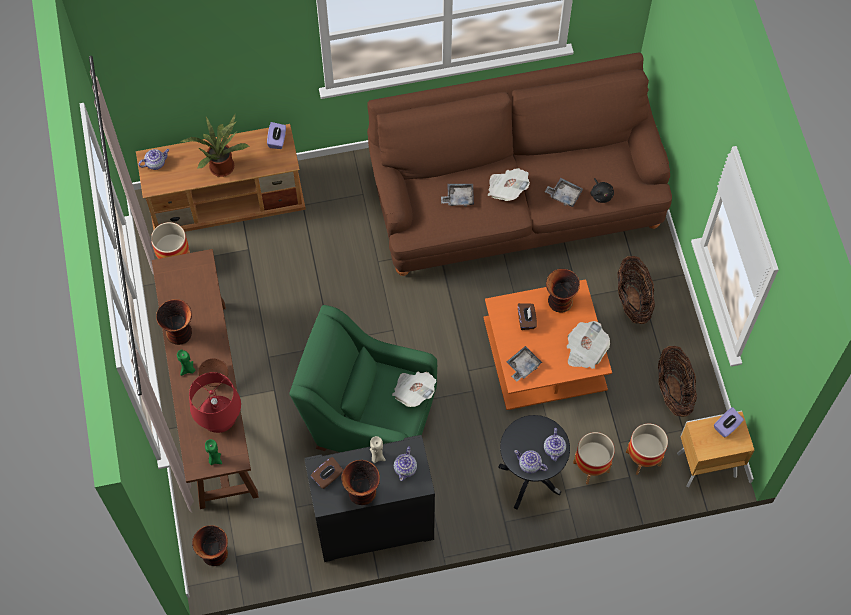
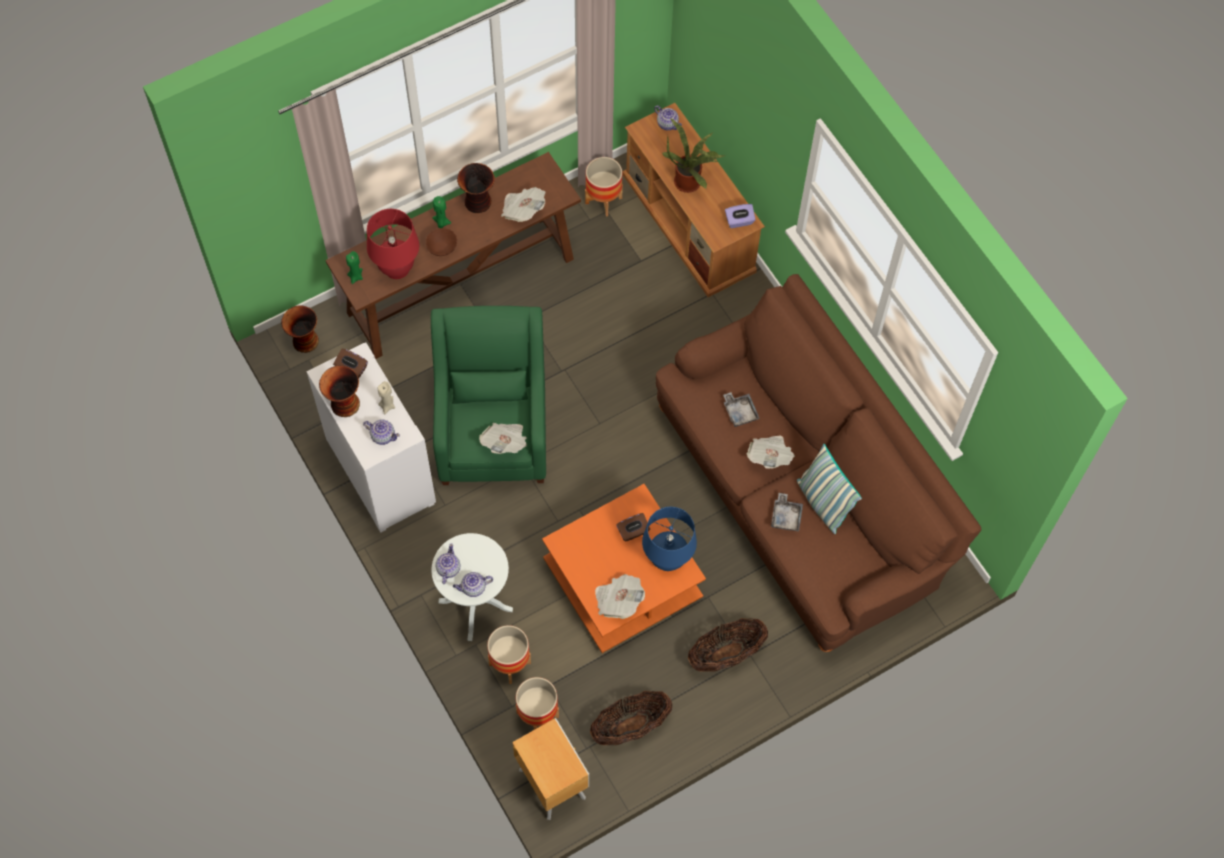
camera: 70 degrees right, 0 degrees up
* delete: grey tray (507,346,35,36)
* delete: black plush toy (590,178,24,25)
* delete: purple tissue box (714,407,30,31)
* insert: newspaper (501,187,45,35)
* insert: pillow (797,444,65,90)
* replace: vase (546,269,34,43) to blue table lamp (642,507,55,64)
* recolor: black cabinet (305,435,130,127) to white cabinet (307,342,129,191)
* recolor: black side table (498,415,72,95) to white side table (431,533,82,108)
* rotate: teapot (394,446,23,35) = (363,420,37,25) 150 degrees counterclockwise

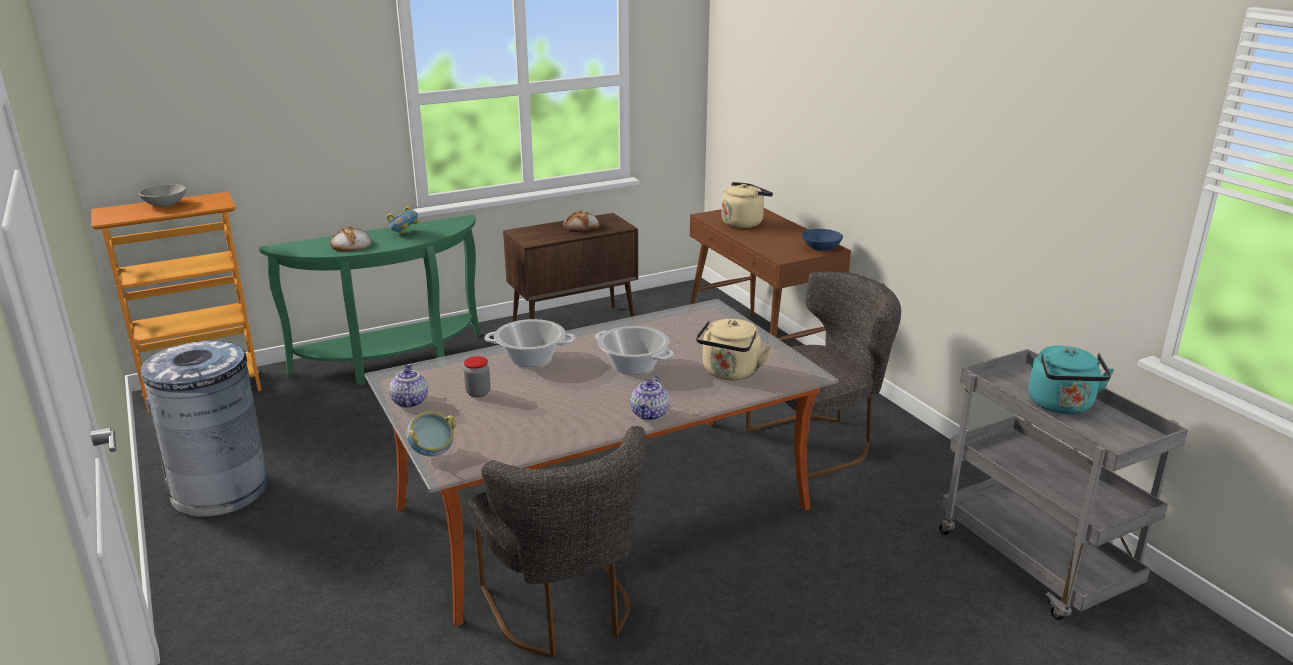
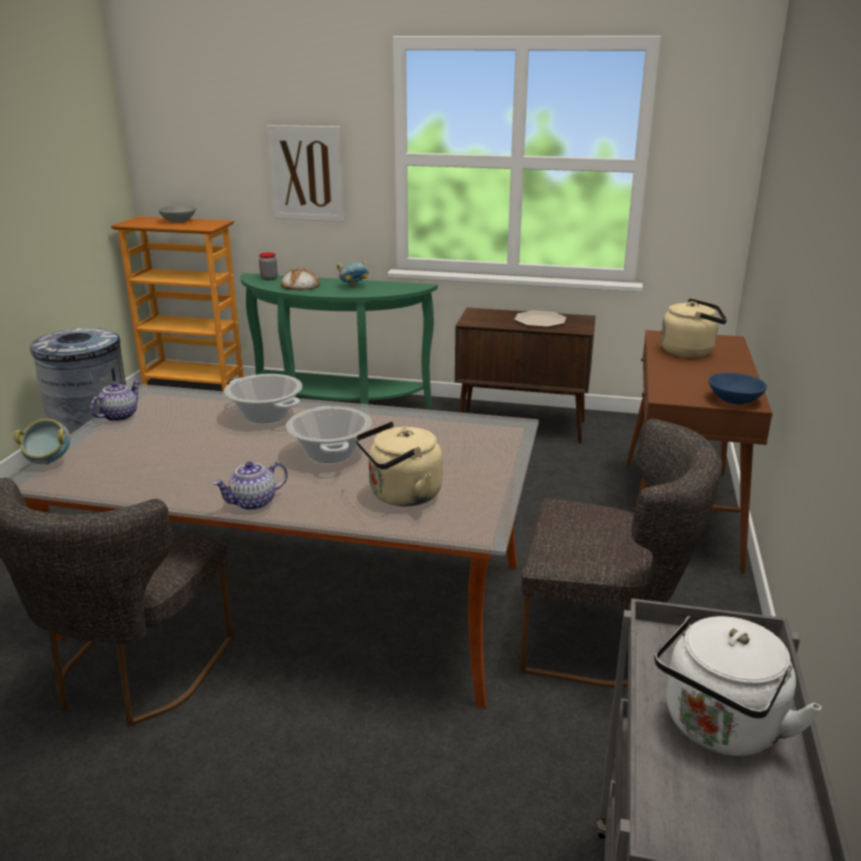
camera: 40 degrees right, 0 degrees up
* insert: picture (267,125,78,97)
* move: jar (464,356,27,42) to (259,252,19,28)
* replace: bread (563,210,36,22) to plate (514,311,52,16)
* recolor: turquoise kettle (1029,346,85,68) to white kettle (654,616,168,140)

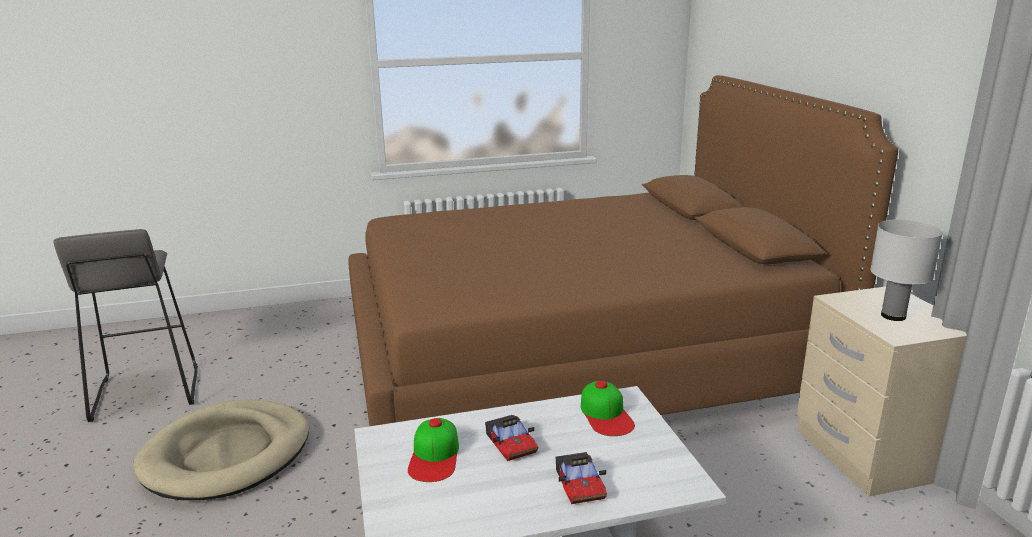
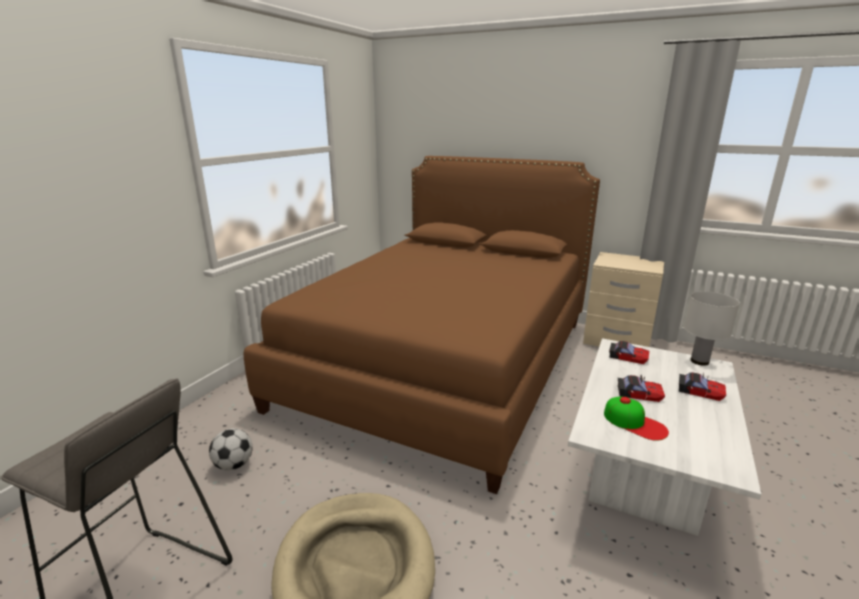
camera: 50 degrees left, 0 degrees up
* insert: football (209,428,44,43)
* move: white table lamp (870,219,73,102) to (684,291,56,75)
* replace: cap (581,381,54,55) to toy car (609,340,40,24)

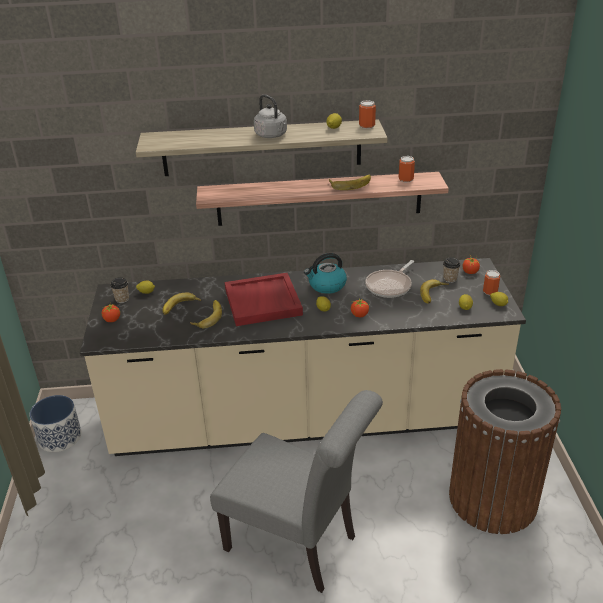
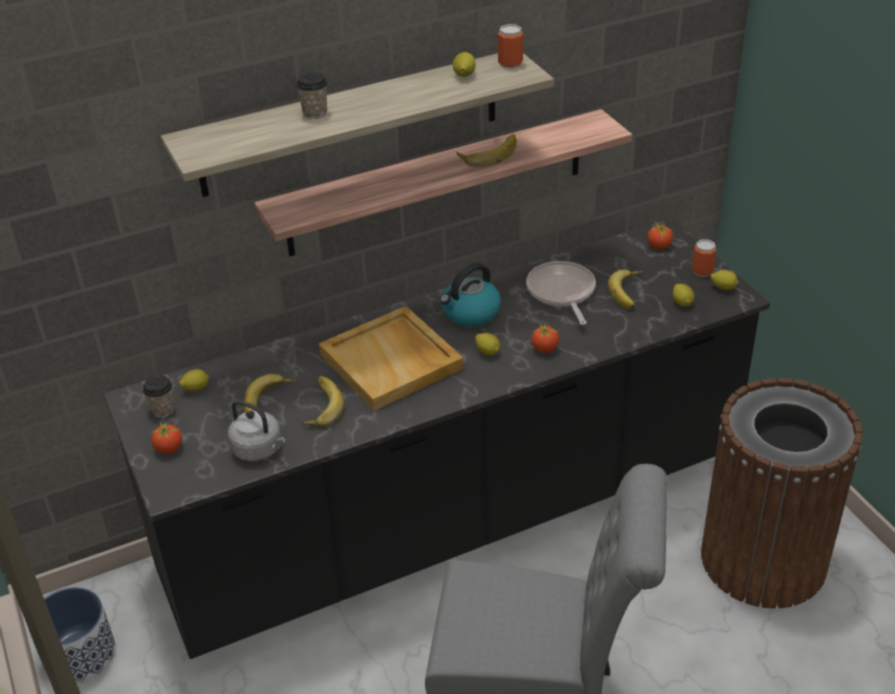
camera: 20 degrees left, 5 degrees up
* delete: can (399,156,16,26)
* move: grey kettle (254,94,33,44) to (228,400,58,61)
* move: cup (443,257,17,26) to (296,72,31,47)
* recolor: beige counter (80,258,446,198) to black counter (103,218,667,441)
* recolor: red tray (225,273,78,53) to beige tray (319,306,144,105)
* rotate: frying pan (365,260,49,38) = (526,261,70,64) 150 degrees clockwise

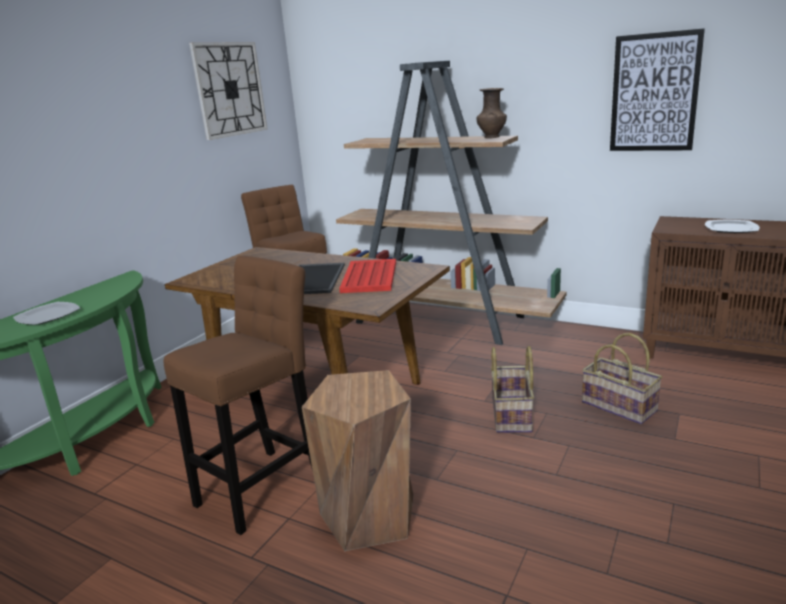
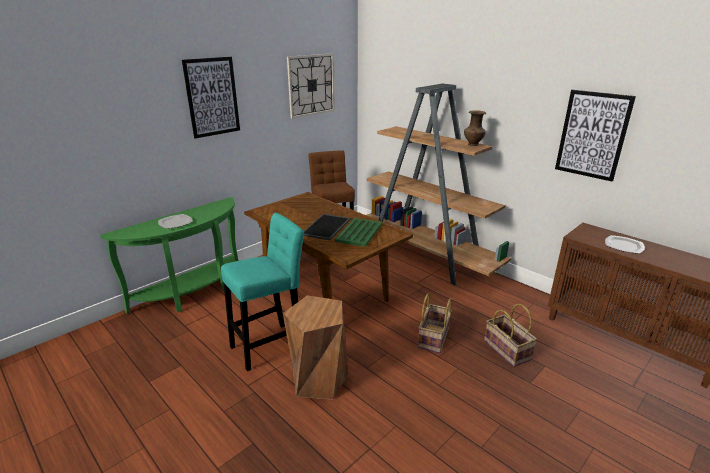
camera: 15 degrees right, 5 degrees up
* insert: picture (182,57,58,82)
* recolor: brown stool (163,256,150,279) to turquoise stool (221,213,83,158)
* recolor: red tray (339,259,57,34) to green tray (335,218,47,29)

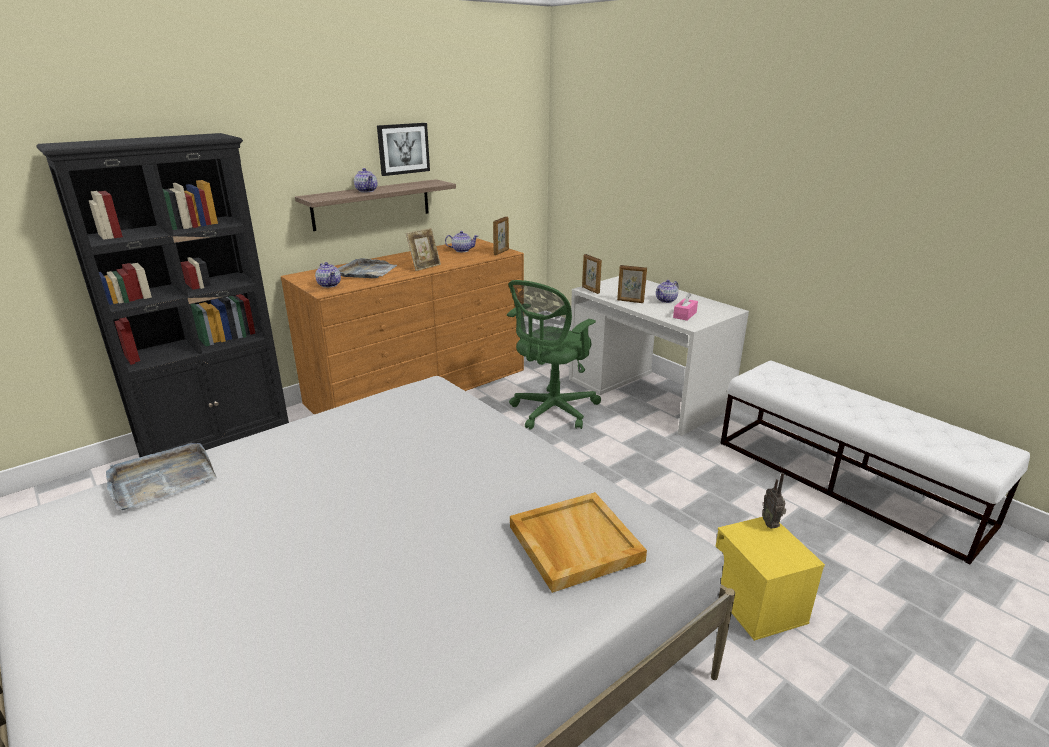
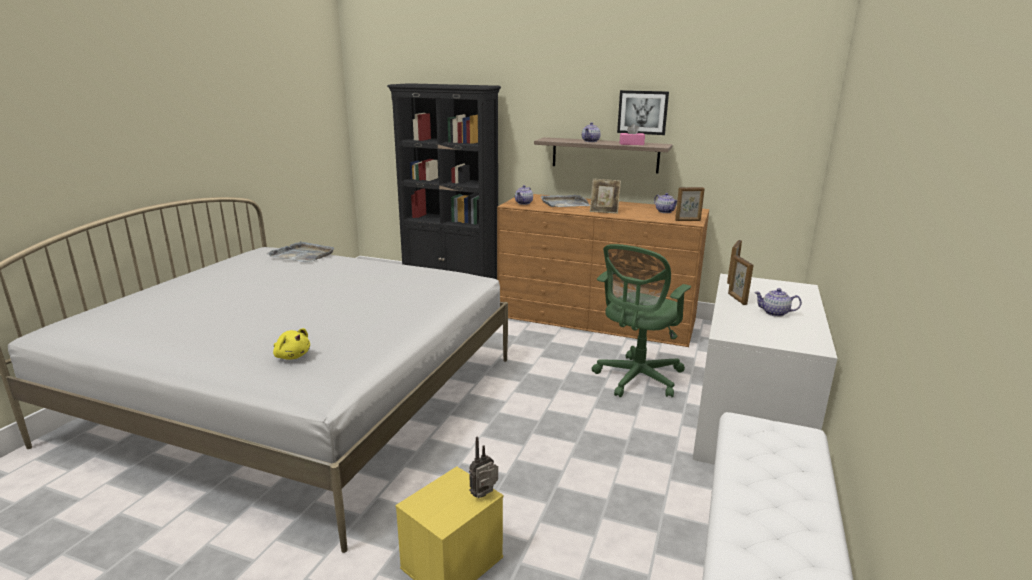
camera: 60 degrees right, 5 degrees down
* move: pink tissue box (673,293,25,28) to (620,124,25,21)
* replace: beige tray (510,492,137,101) to yellow plush toy (273,328,37,32)
* rotate: green office chair (507,280,94,150) = (592,244,99,154) 60 degrees counterclockwise

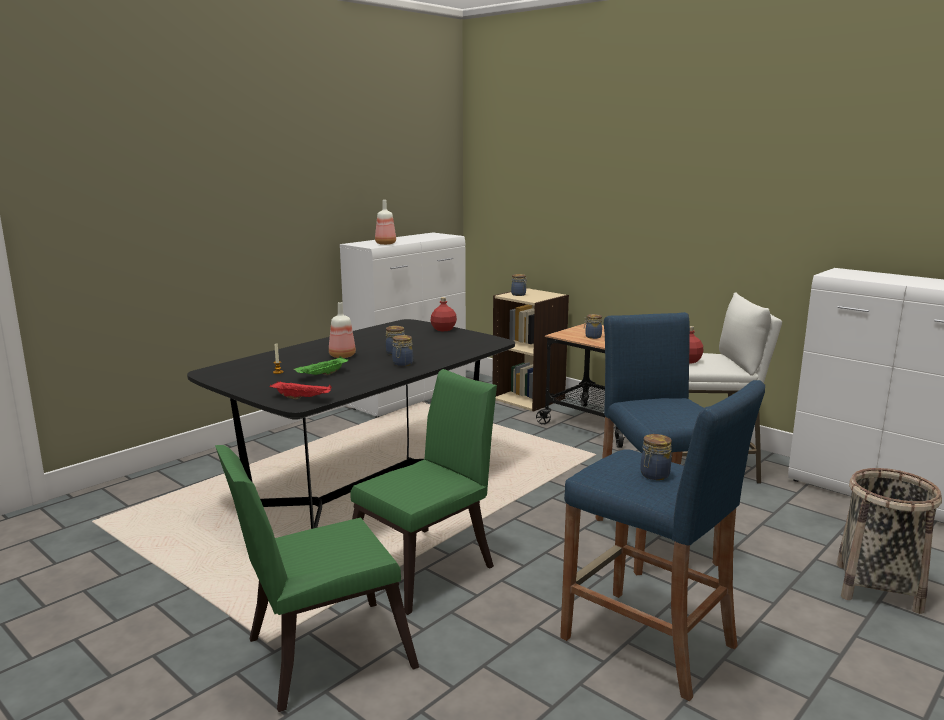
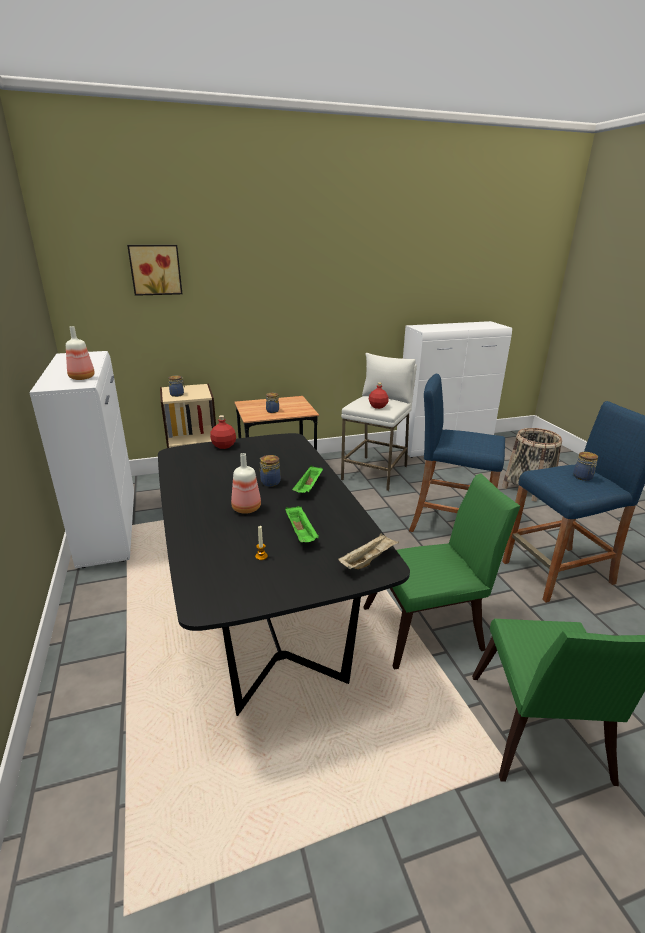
camera: 60 degrees left, 10 degrees up
* insert: picture (127,245,55,51)
* replace: jar (392,335,21,31) to green tray (292,465,31,28)
* recolor: red tray (270,381,62,19) to beige tray (338,533,61,36)
* rotate: green chair (351,369,146,246) = (363,473,157,197) 90 degrees clockwise

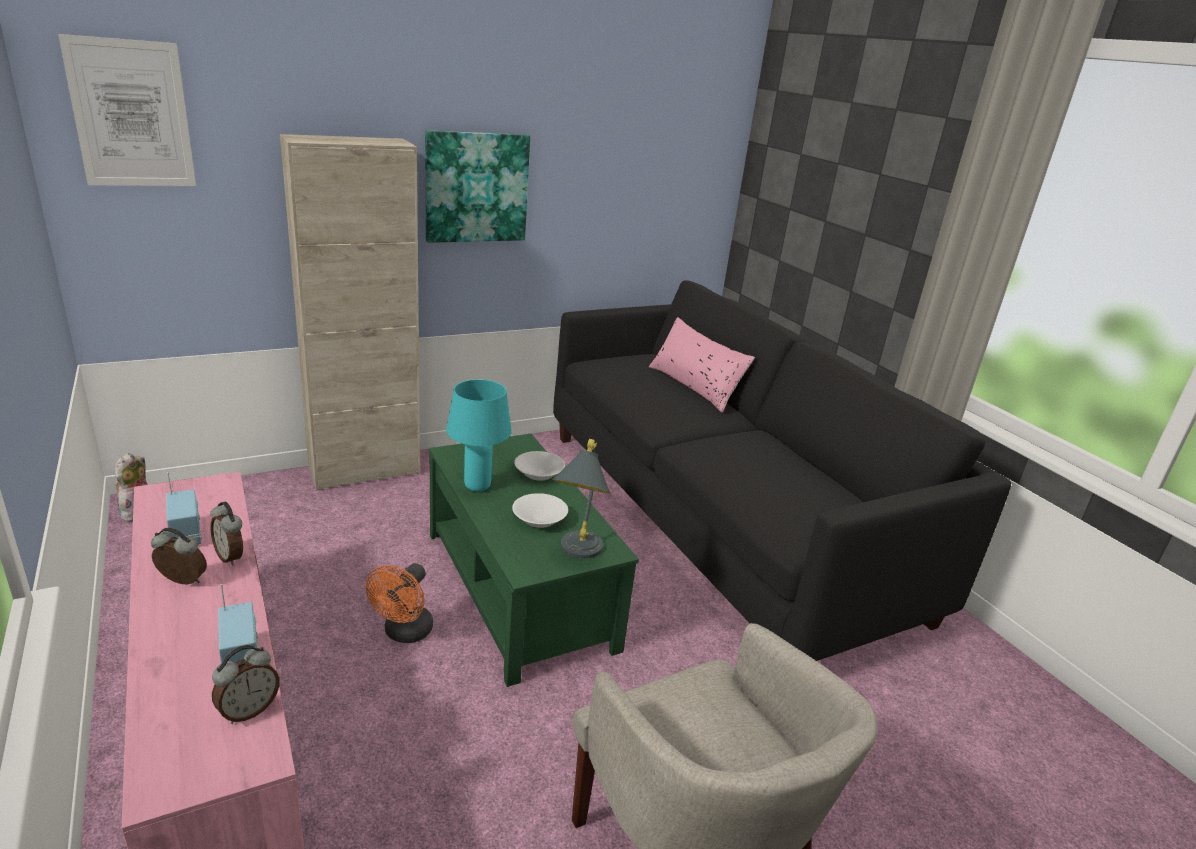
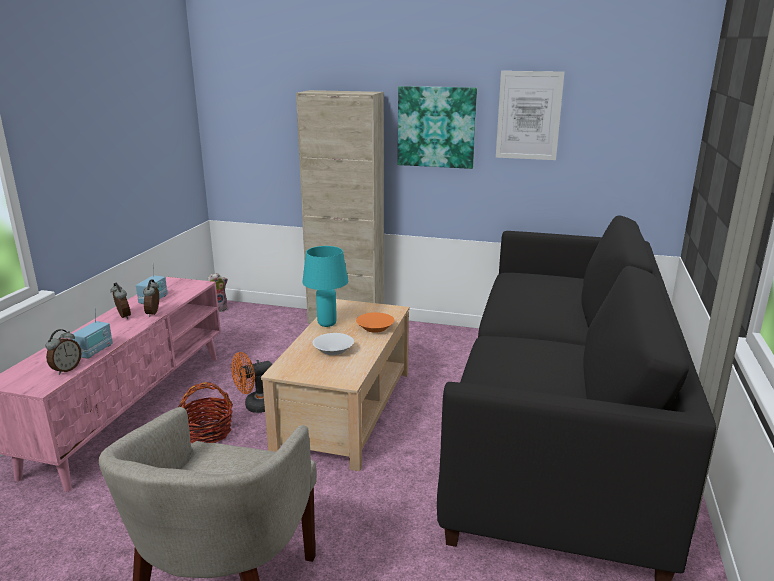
camera: 45 degrees right, 5 degrees down
* delete: grey table lamp (552,439,59,120)
* delete: pink pillow (649,317,106,96)
* insert: basket (178,382,55,61)
* move: picture (58,34,138,152) to (496,71,69,89)
* recolor: green coffee table (429,434,210,253) to beige coffee table (261,299,148,172)
* recolor: white bowl (514,451,51,30) to orange bowl (356,312,39,21)
* rotate: alarm clock (212,645,68,79) = (46,329,36,46) 60 degrees counterclockwise

